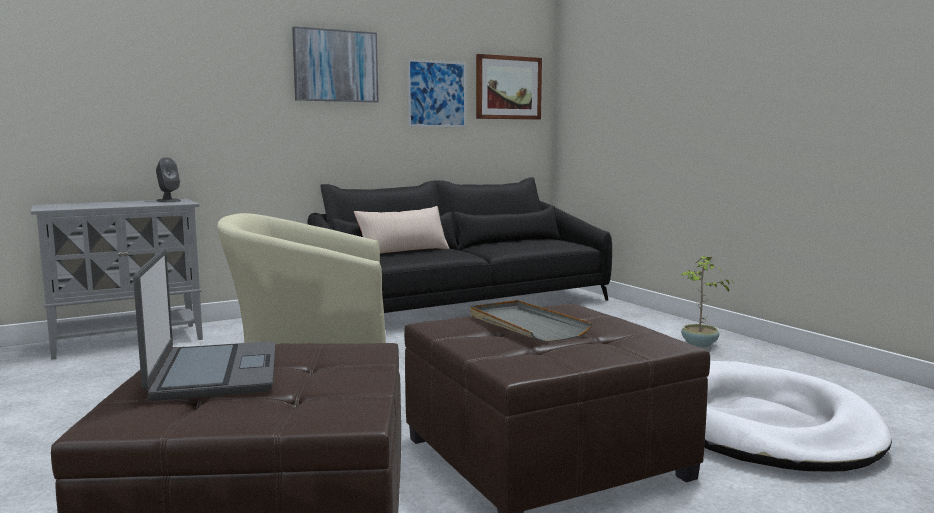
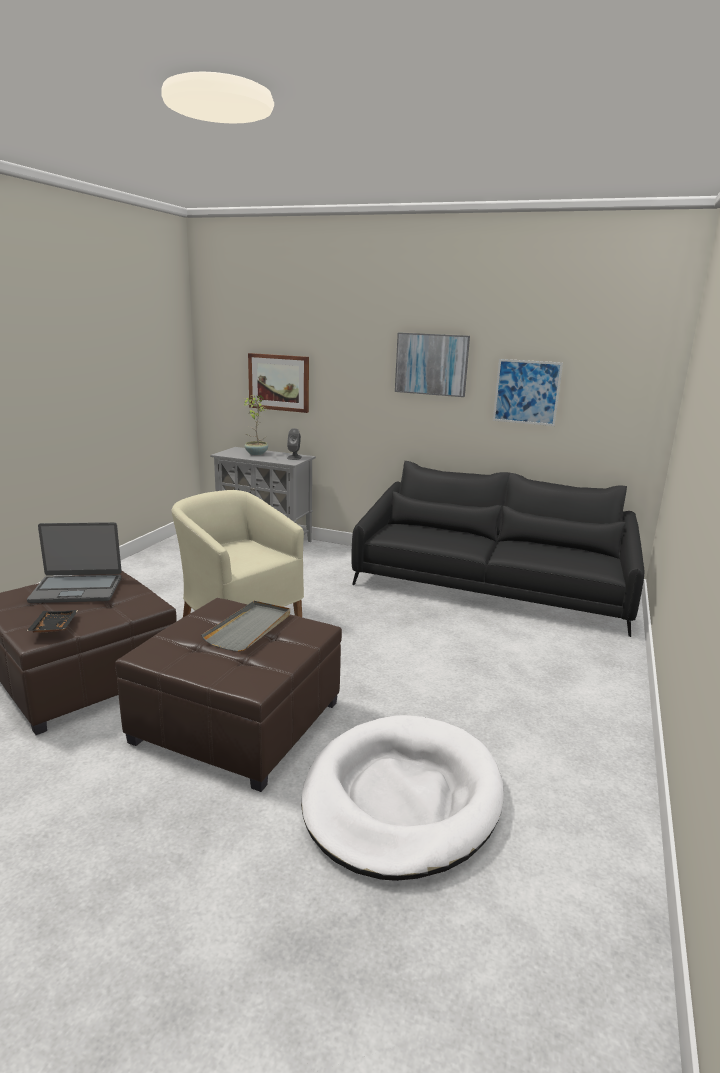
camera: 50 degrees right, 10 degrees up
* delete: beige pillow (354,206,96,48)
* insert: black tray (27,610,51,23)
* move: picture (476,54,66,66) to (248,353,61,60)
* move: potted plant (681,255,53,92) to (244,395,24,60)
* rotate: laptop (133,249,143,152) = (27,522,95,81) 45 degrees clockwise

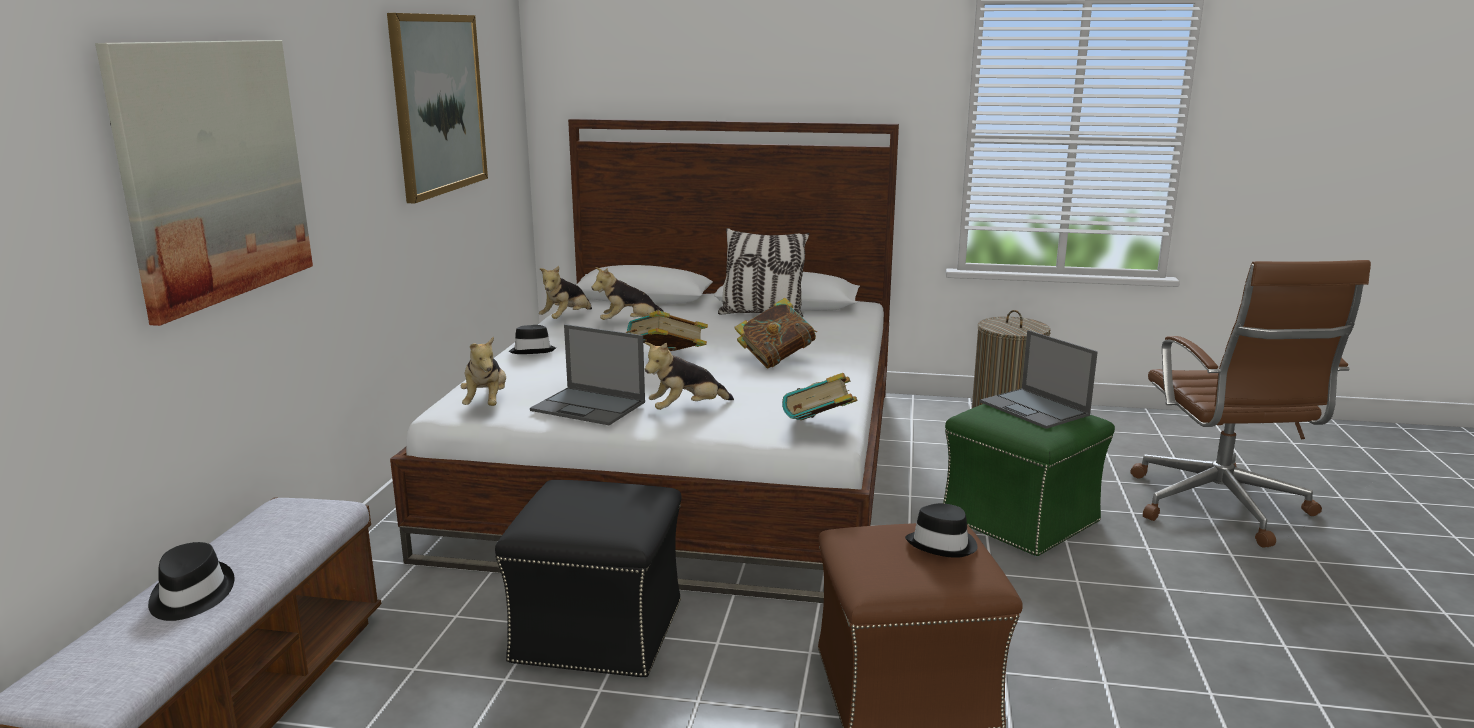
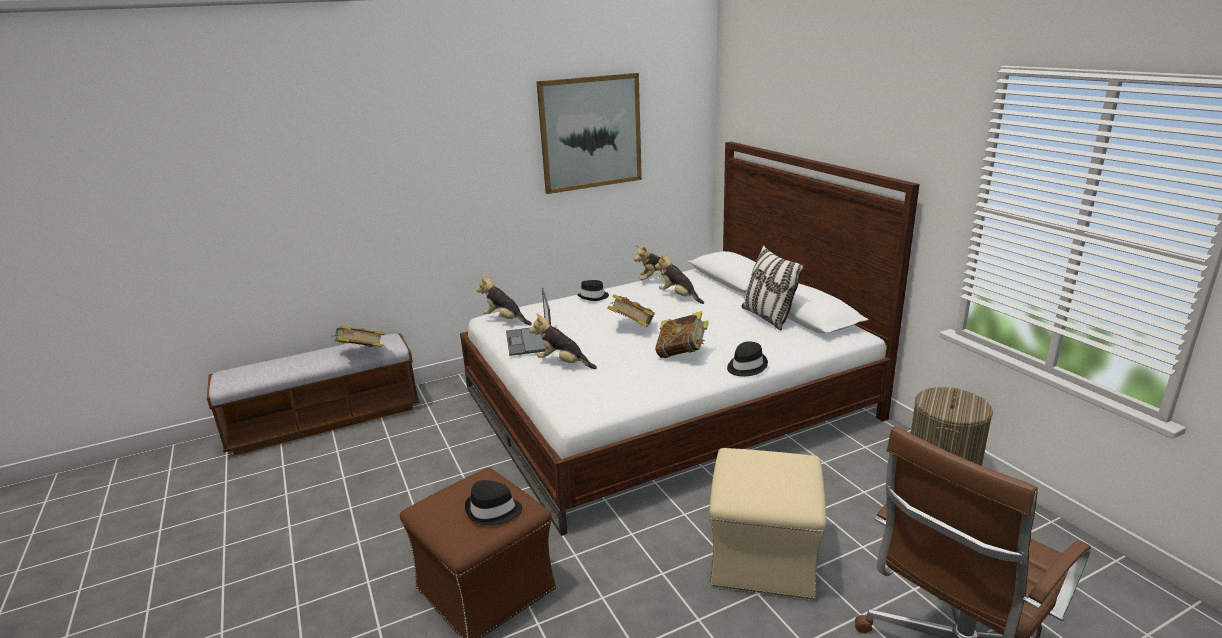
camera: 55 degrees right, 5 degrees up
* delete: picture (95,40,218,286)
* delete: black ottoman (495,480,186,198)
* delete: laptop (980,330,118,99)
* move: black hat (148,542,86,79) to (727,341,41,35)
* move: book (782,373,76,47) to (331,326,54,21)
* recolor: green ottoman (943,404,172,153) to beige ottoman (710,448,116,152)
* rotate: plush toy (461,336,45,70) = (476,275,56,51) 75 degrees clockwise

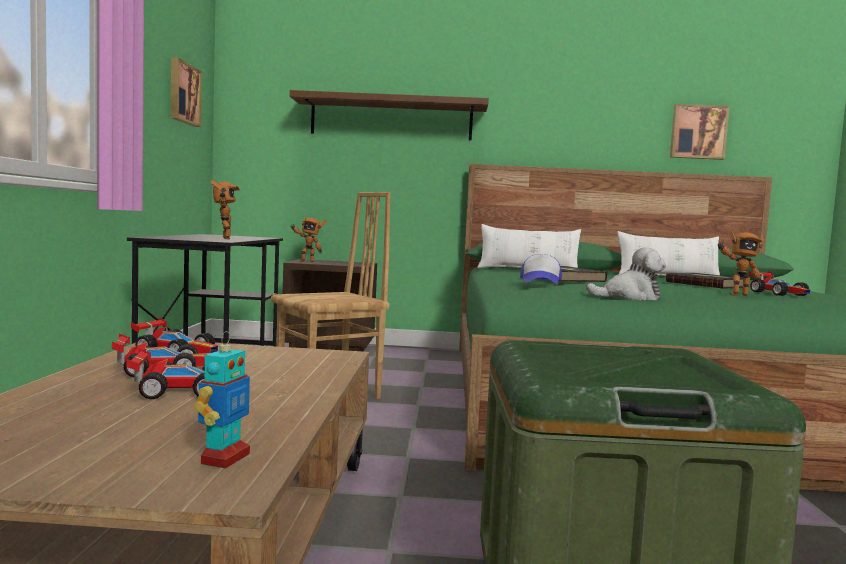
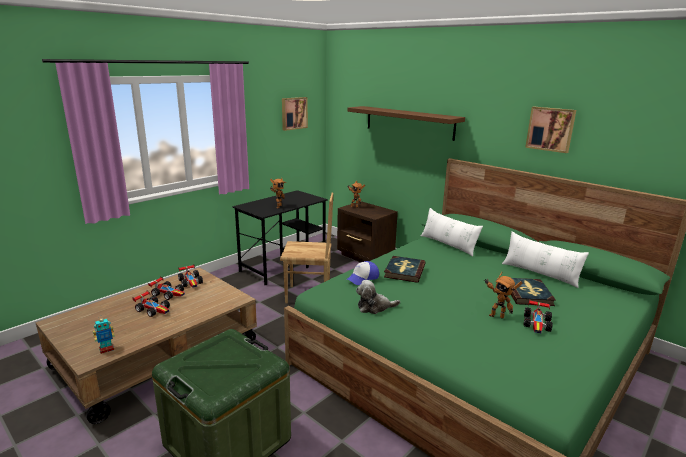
camera: 40 degrees right, 15 degrees up
* move: picture (670,104,60,56) to (525,107,51,46)
* rotate: plush toy (586,247,80,54) = (356,280,44,34) 135 degrees clockwise

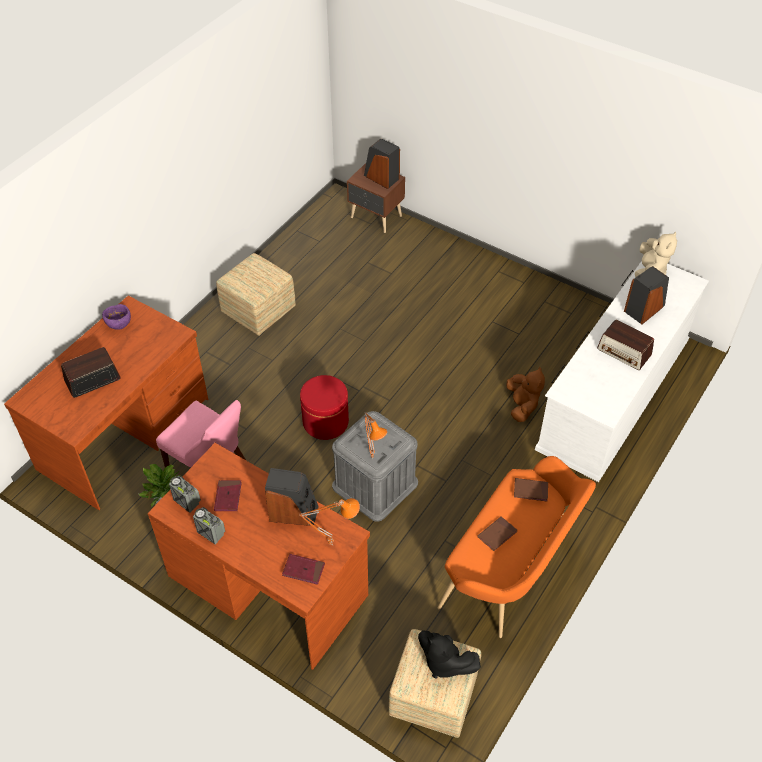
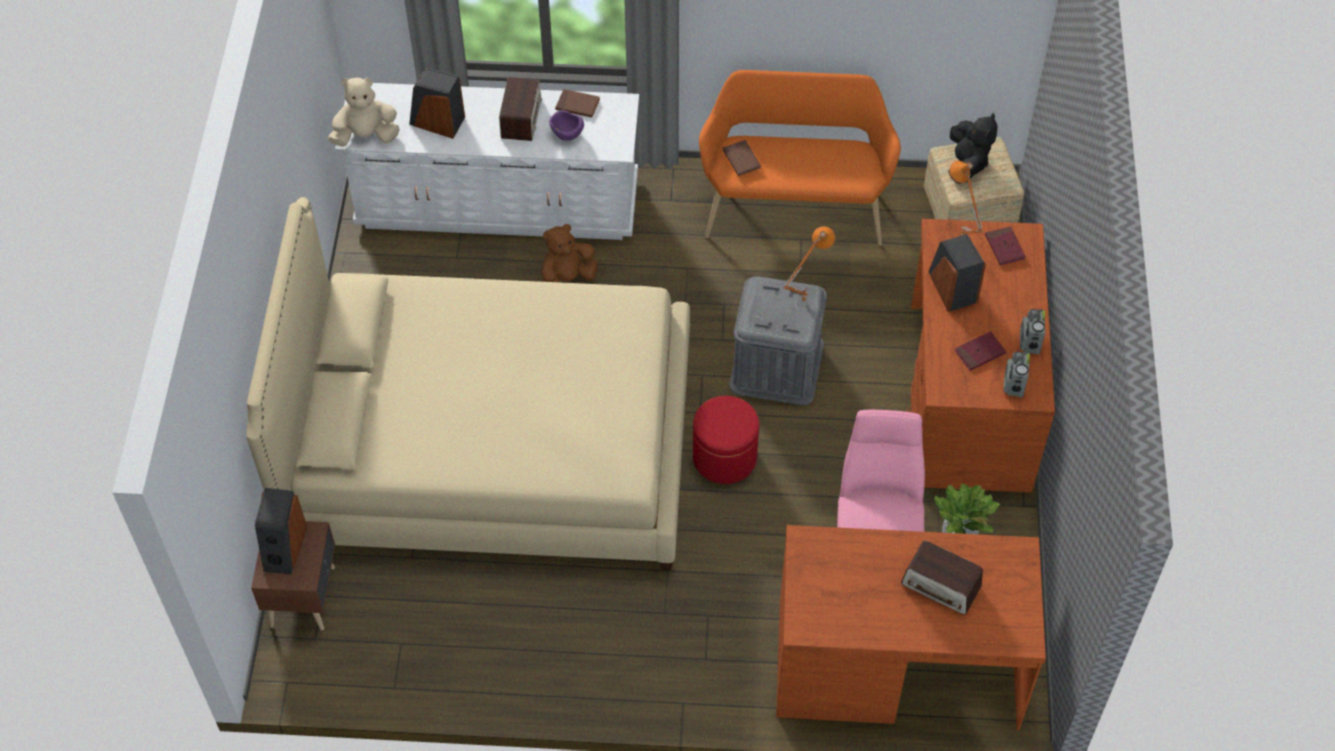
camera: 120 degrees left, 5 degrees up
* delete: ottoman (216,253,80,83)
* insert: beige bed (246,197,444,373)
* move: purple bowl (102,304,29,26) to (549,110,35,31)
* move: brown book (477,516,40,35) to (555,89,45,28)

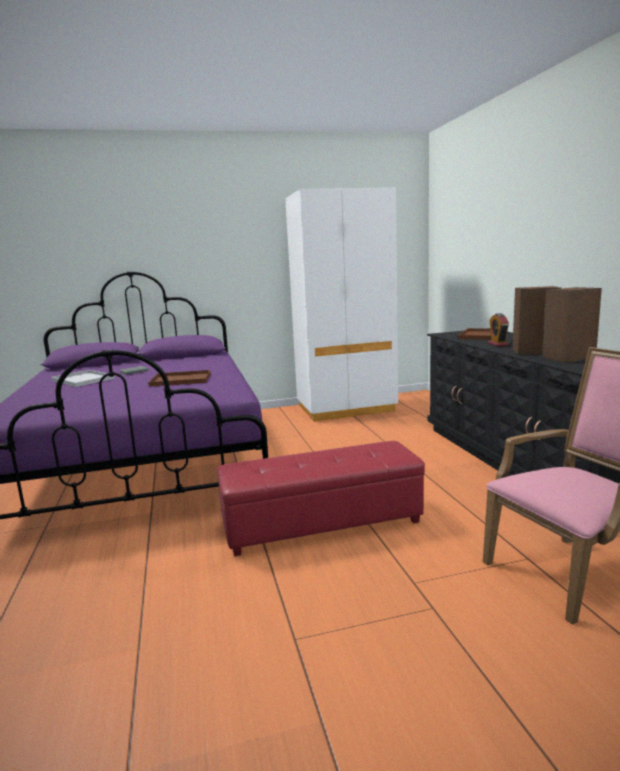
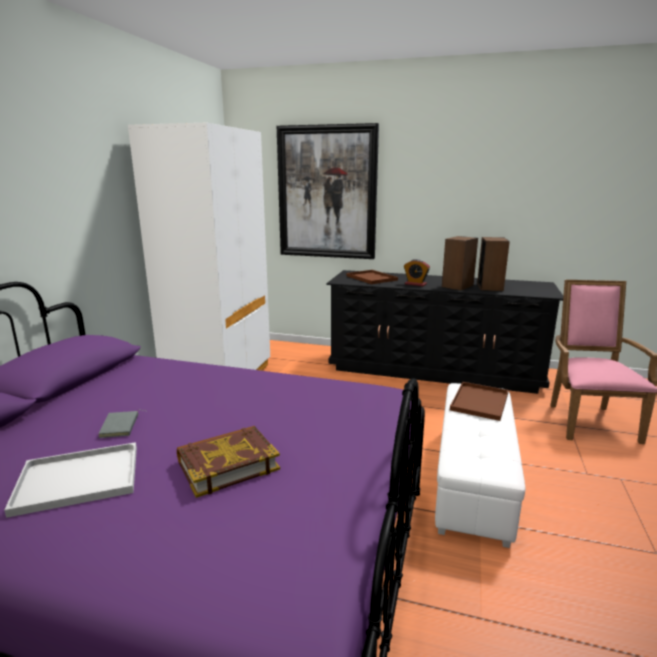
camera: 60 degrees left, 5 degrees up
* insert: book (177,426,103,72)
* insert: picture (277,123,102,136)
* move: brown tray (148,370,63,17) to (450,382,59,39)
* recolor: red ottoman (217,441,208,115) to white ottoman (435,383,90,165)

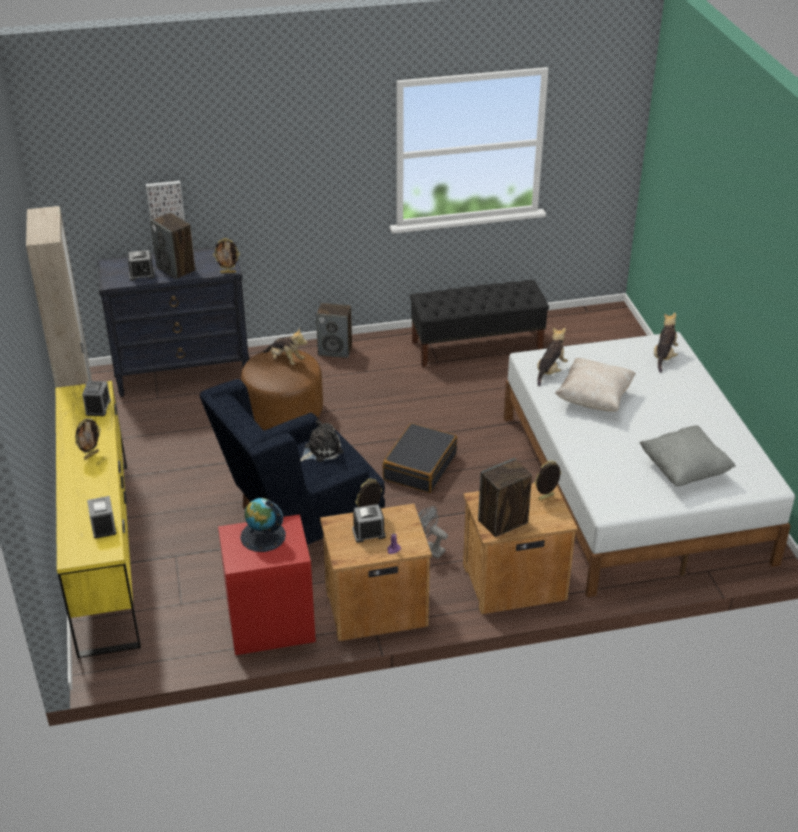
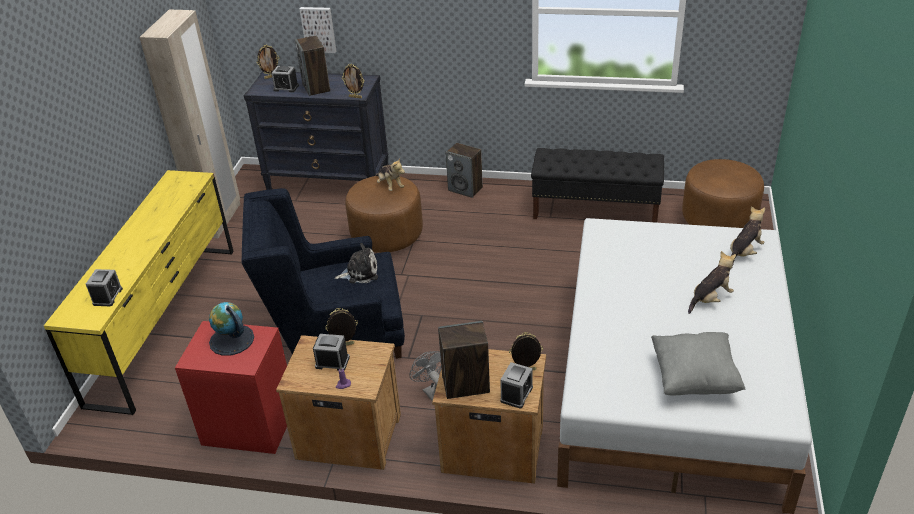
camera: 25 degrees right, 0 degrees up
* delete: black suitcase (383,423,74,70)
* delete: beige pillow (555,358,81,54)
* insert: brown ottoman (682,159,82,69)
* move: picture frame (75,418,26,42) to (257,45,22,34)
* move: alarm clock (82,381,29,35) to (500,362,33,46)
* move: plush toy (537,328,31,58) to (688,251,48,63)

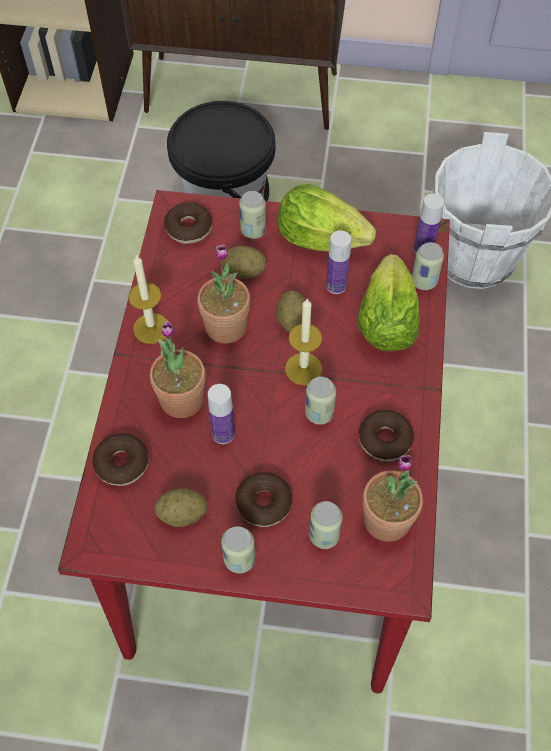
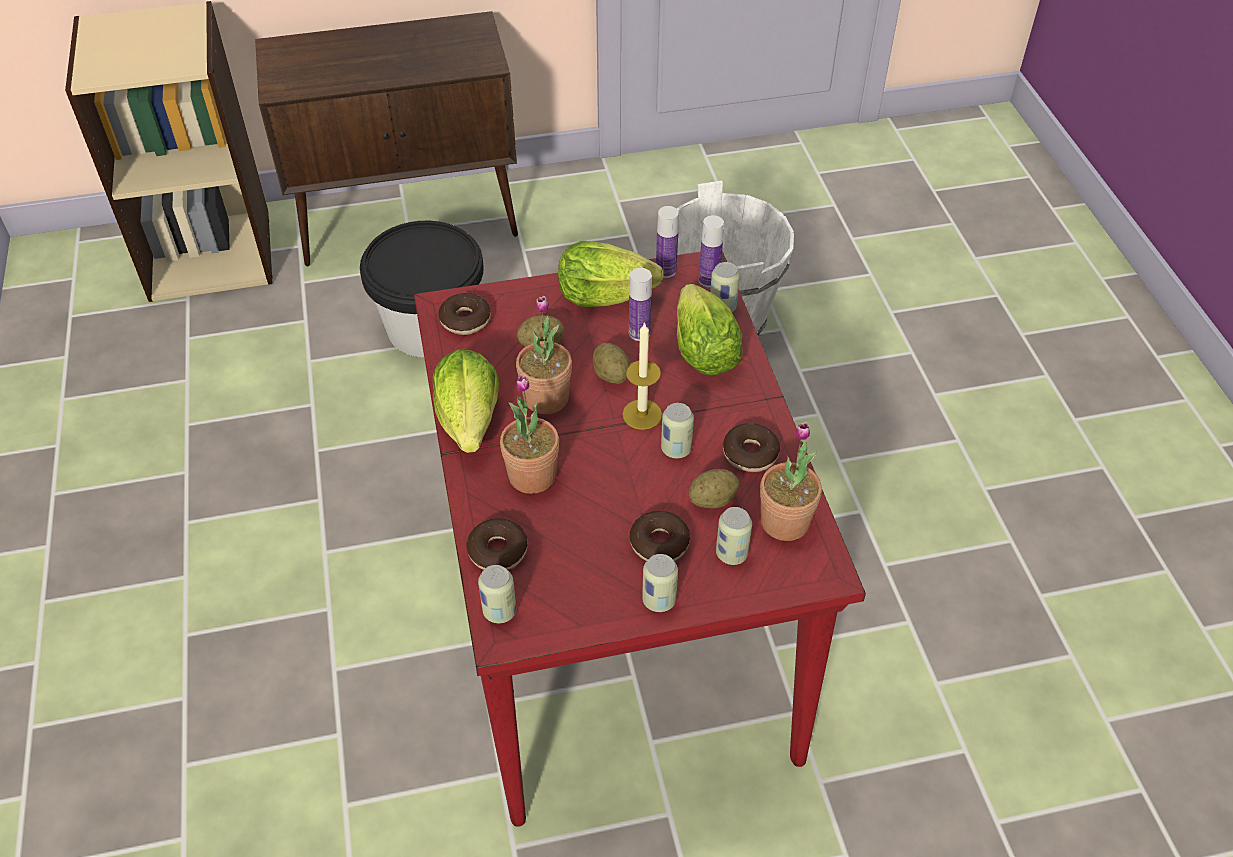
camera: 20 degrees left, 10 degrees down
* move: potato (154,488,53,39) to (689,469,50,40)
* move: bottle (208,384,27,60) to (656,206,23,72)
* move: can (239,191,27,48) to (478,565,38,58)
* replace: candle (128,254,40,90) to lettuce (433,350,66,103)

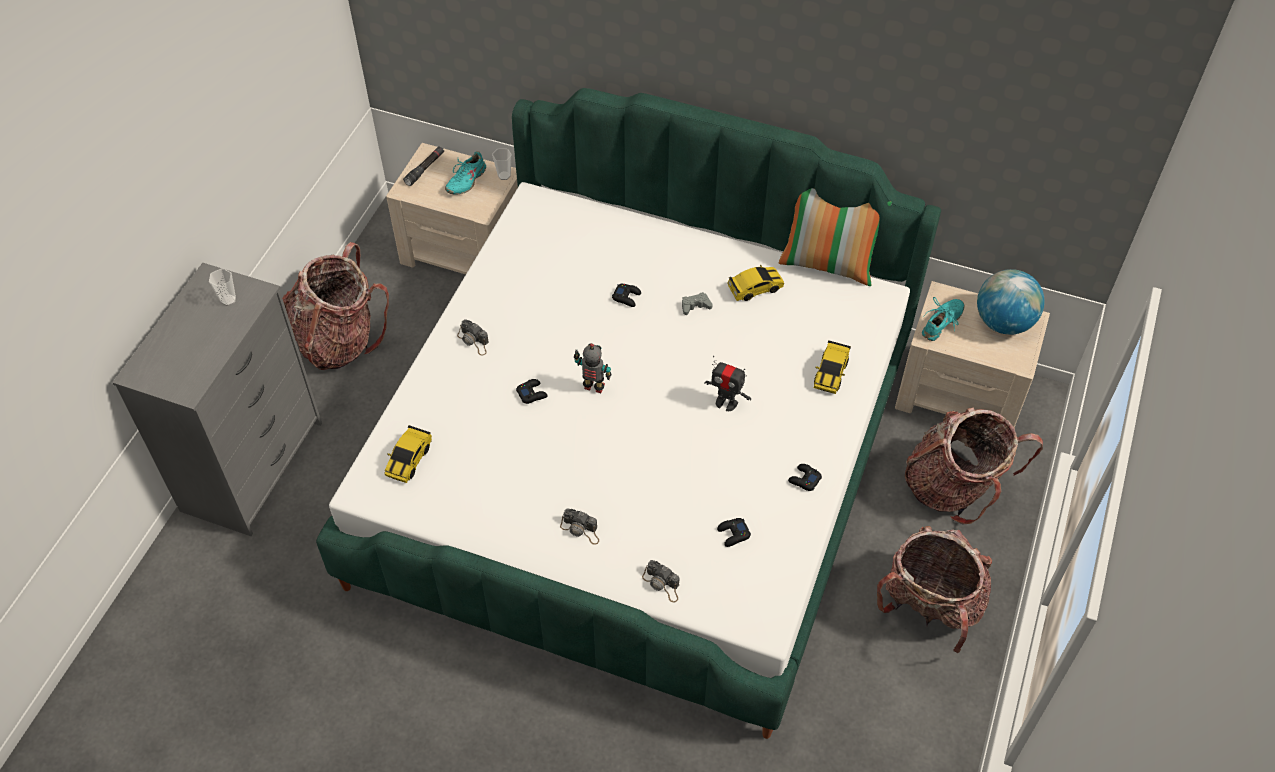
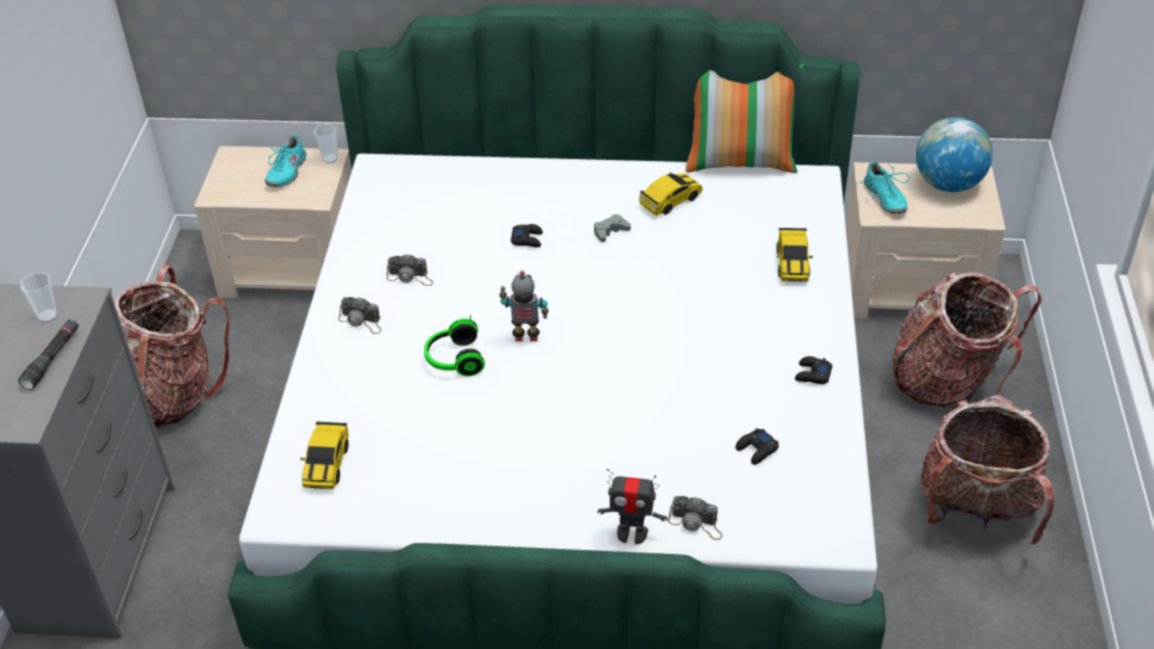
camera: 15 degrees left, 10 degrees down
* move: black flashlight (403,146,41,40) to (18,319,61,71)
* move: photo camera (560,508,39,37) to (387,254,46,32)
* move: toy robot (705,356,46,55) to (597,469,71,75)
* replace: black game controller (516,379,32,25) to headphones (424,315,61,61)
* rotate: turquoise shoe (922,297,43,44) = (860,160,50,54) 135 degrees clockwise

